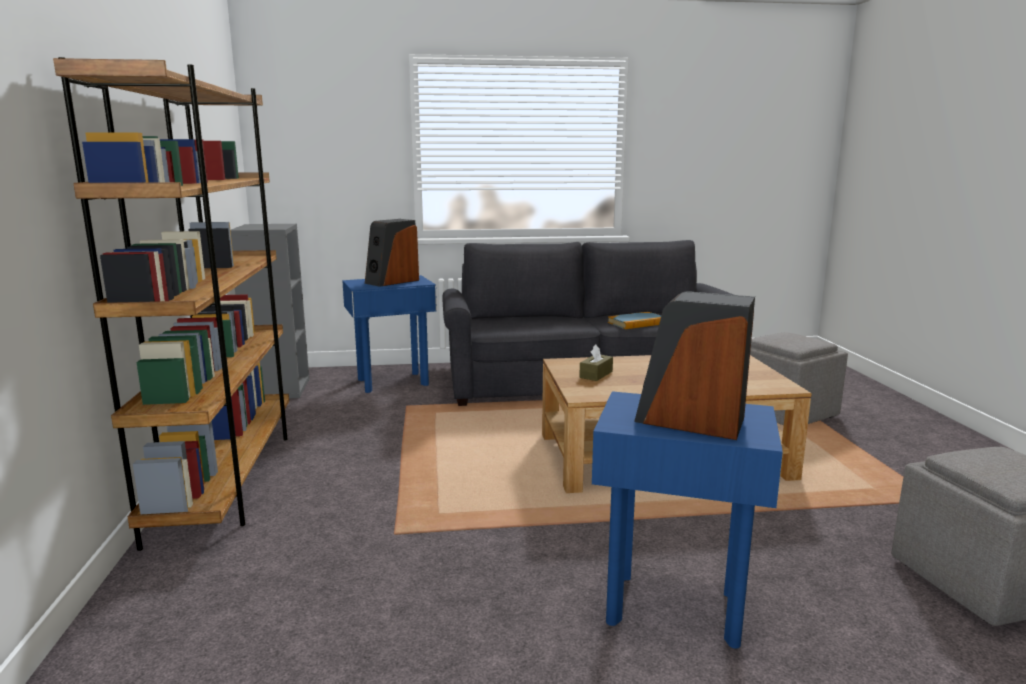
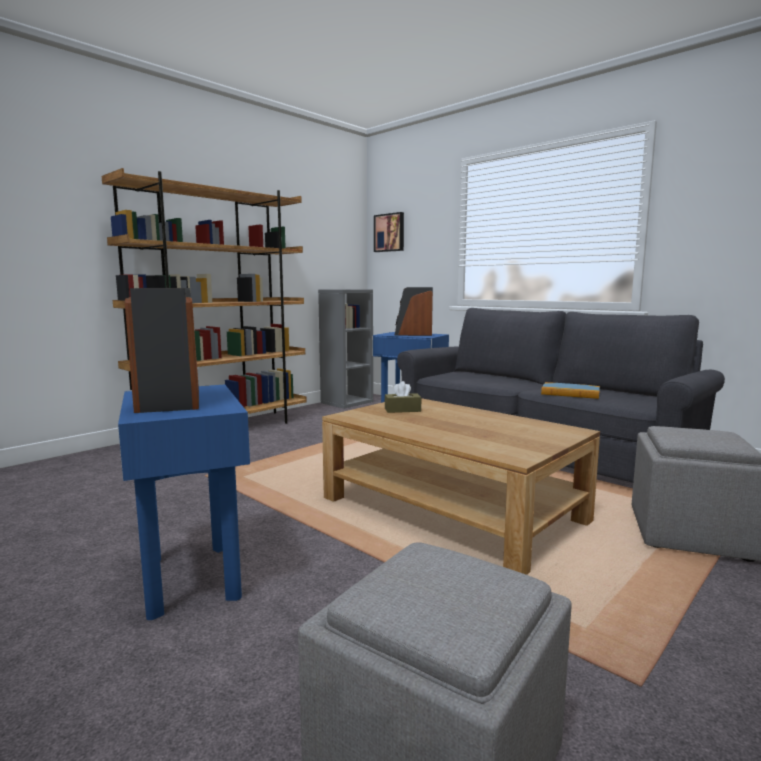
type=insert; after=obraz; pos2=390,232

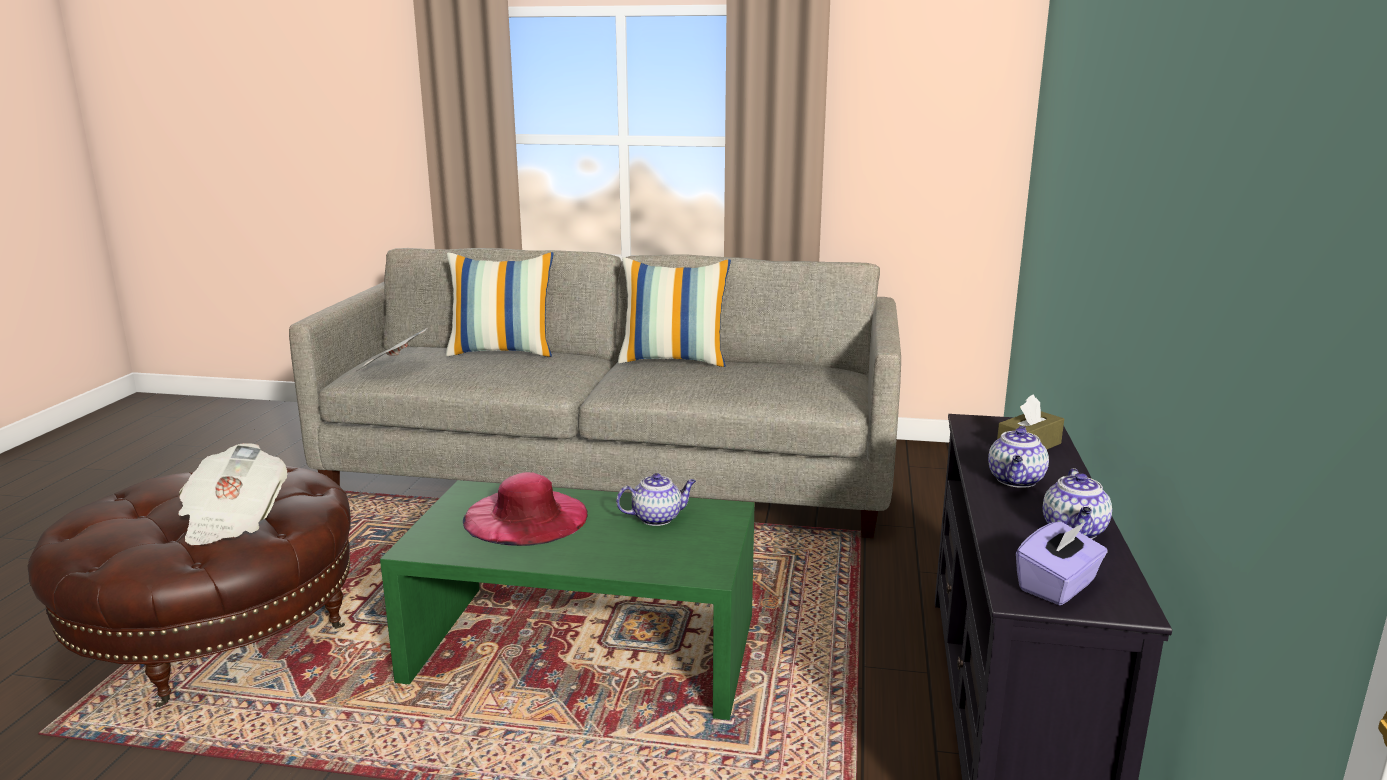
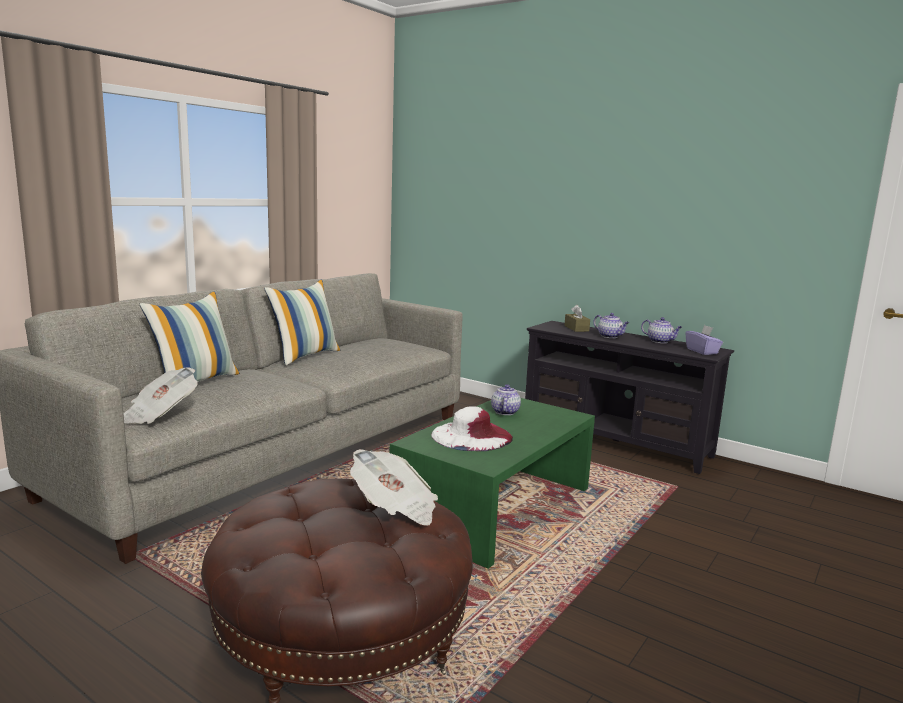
type=recolor; before=kapelusz (różowy); after=kapelusz (biały); pos1=526,516; pos2=471,435

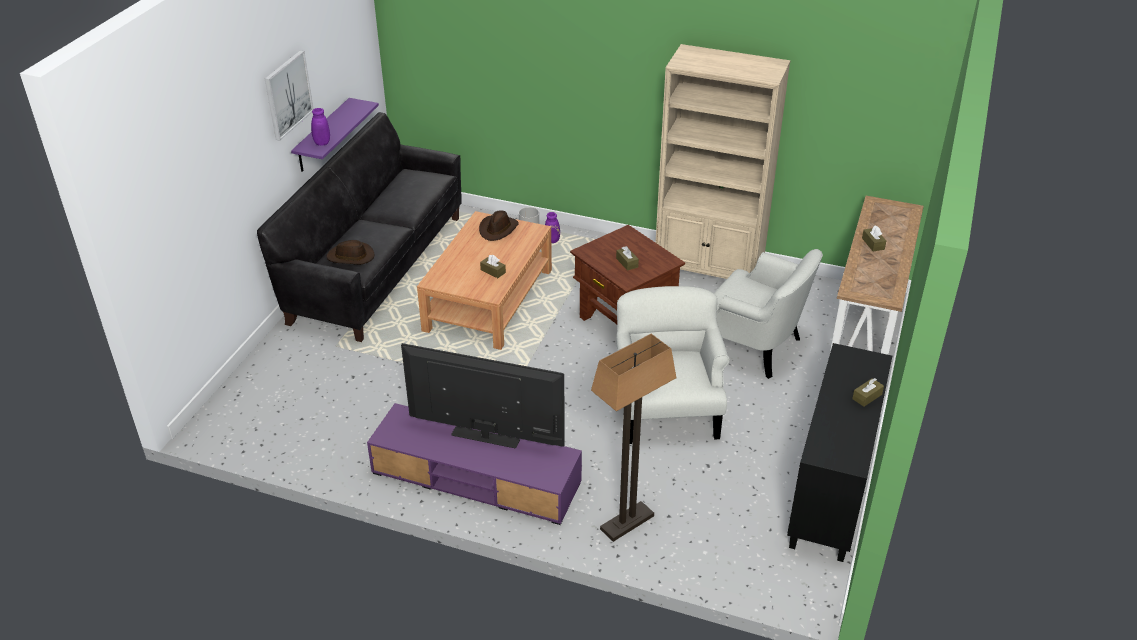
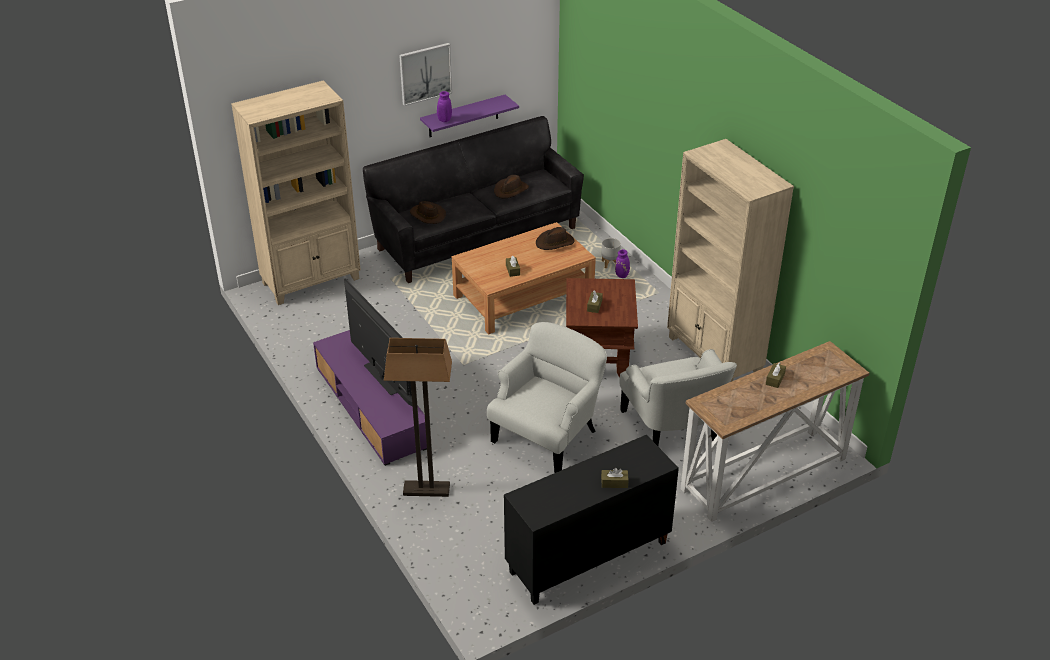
type=insert; after=regał (beżowy); pos2=312,281
type=insert; after=kapelusz (brązowy); pos2=511,190

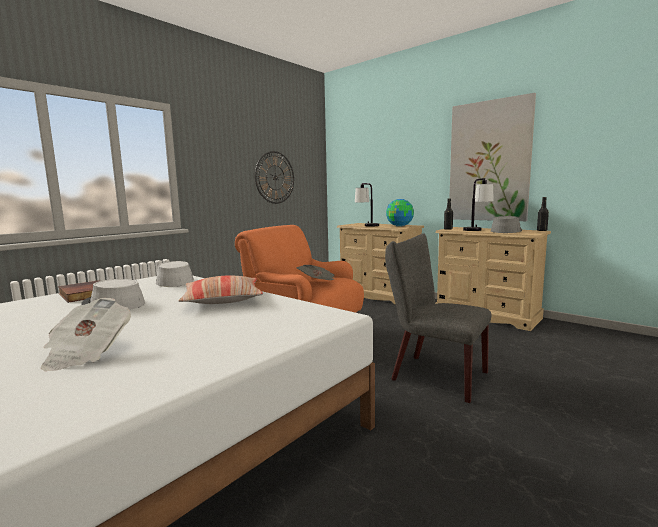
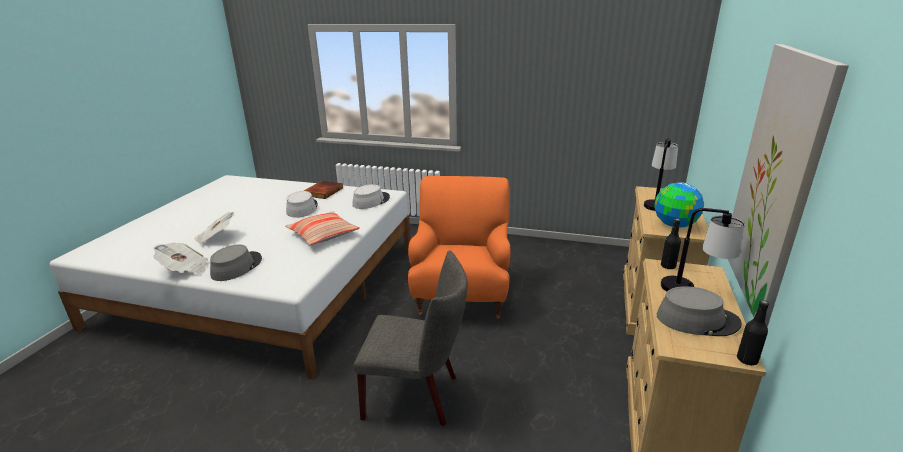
type=move; before=gazeta; pos1=318,283; pos2=185,269
type=insert; after=kapelusz (szary); pos2=236,267
type=rotate; before=krzesło (szary); pos1=433,375; pos2=417,396; turn=90
type=delete; before=zegar ścienny; pos1=275,177

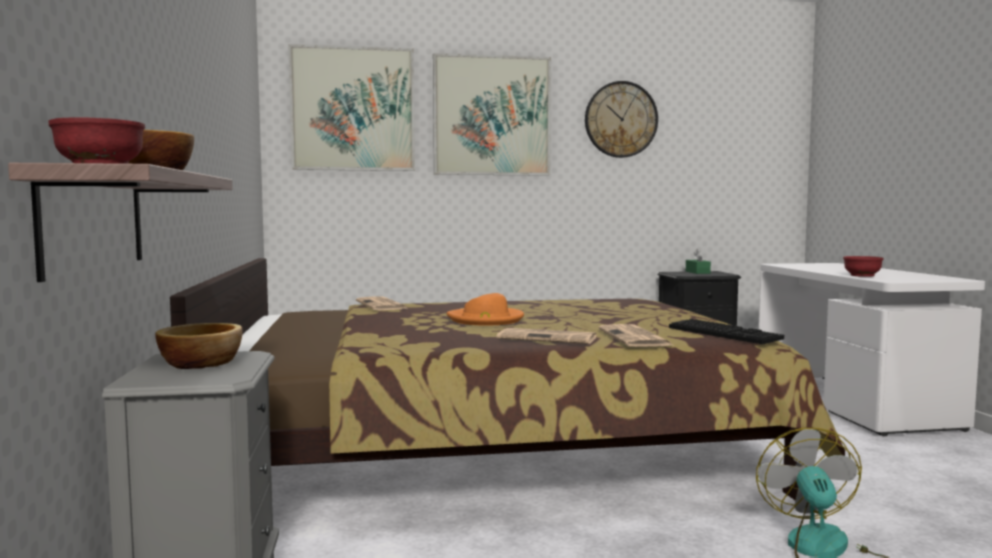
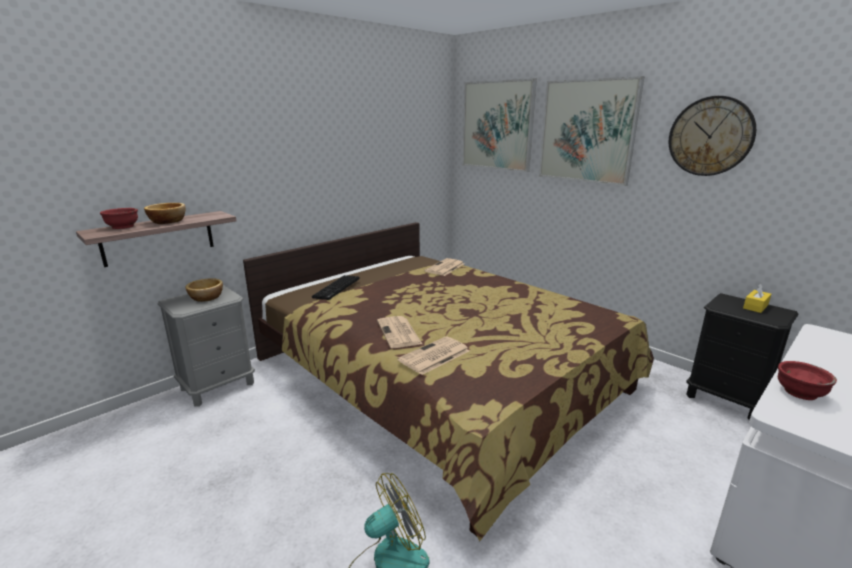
type=move; before=klawiatura; pos1=726,334; pos2=337,288
type=recolor; before=pudełko chusteczek (zielony); after=pudełko chusteczek (żółty); pos1=697,272; pos2=755,306
type=delete; before=kapelusz (pomarańczowy); pos1=486,320

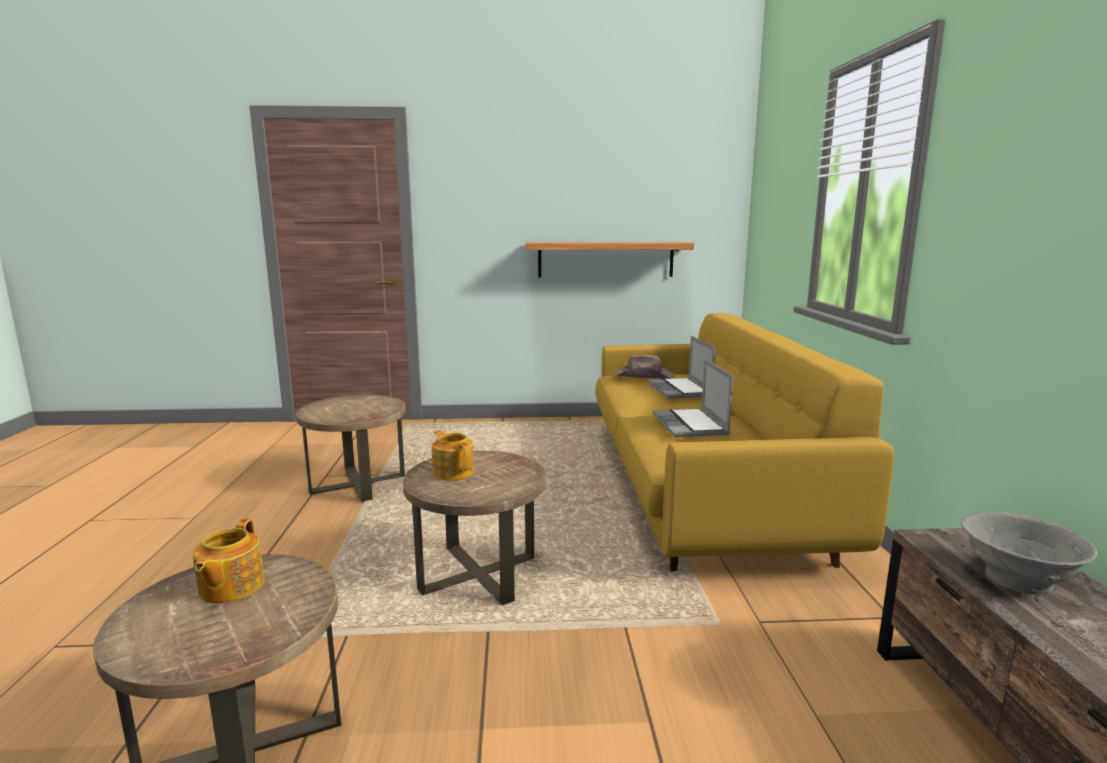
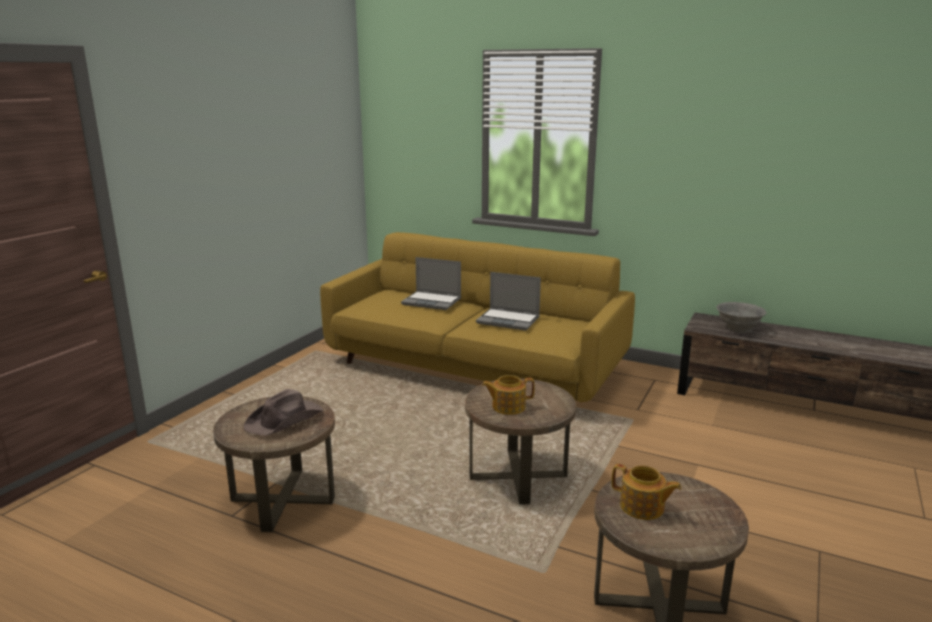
type=move; before=kapelusz (brązowy); pos1=644,376; pos2=285,420
type=delete; before=półka; pos1=606,259

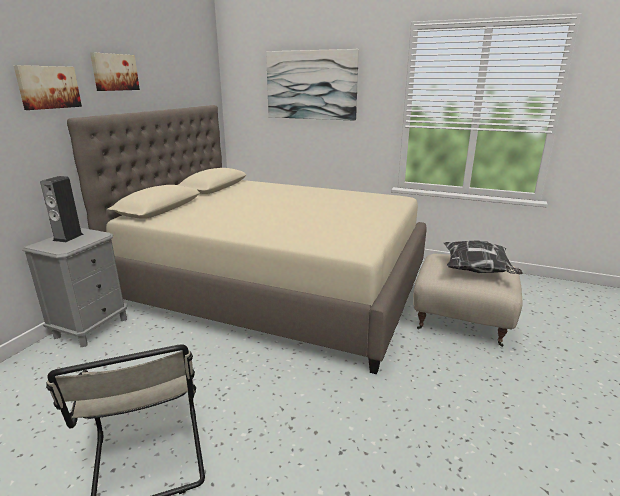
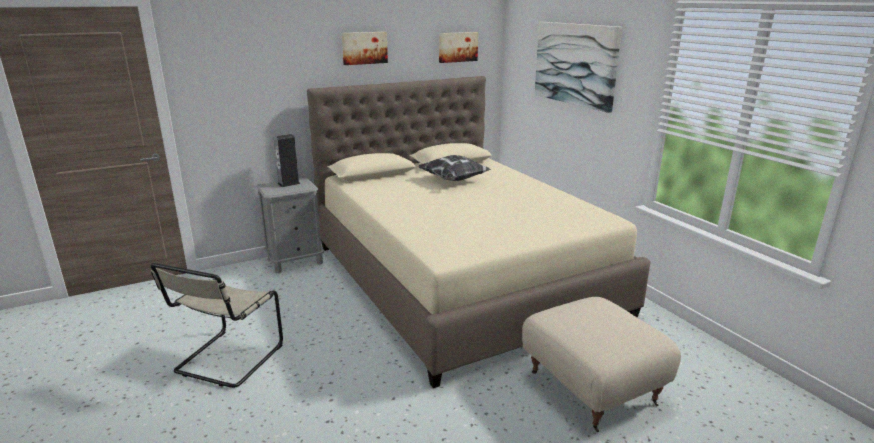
type=move; before=poduszka; pos1=477,271; pos2=453,181
type=move; before=obraz; pos1=48,87; pos2=457,47

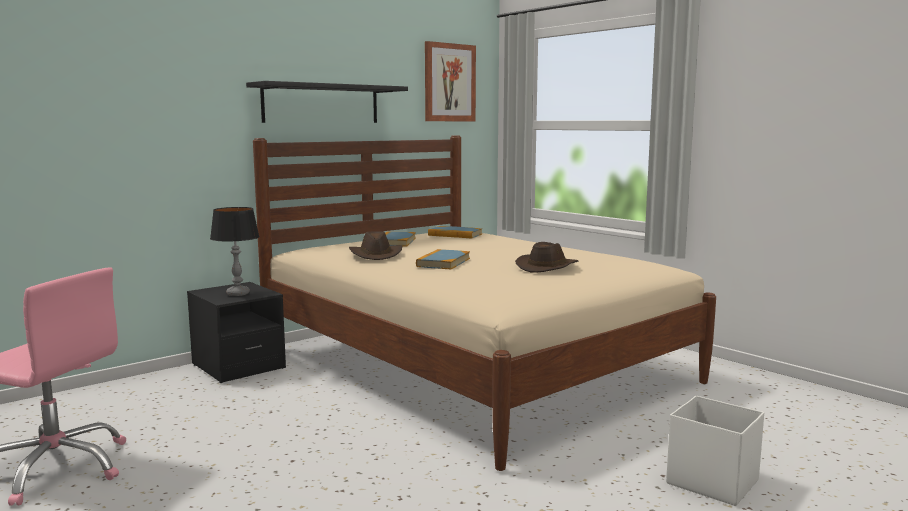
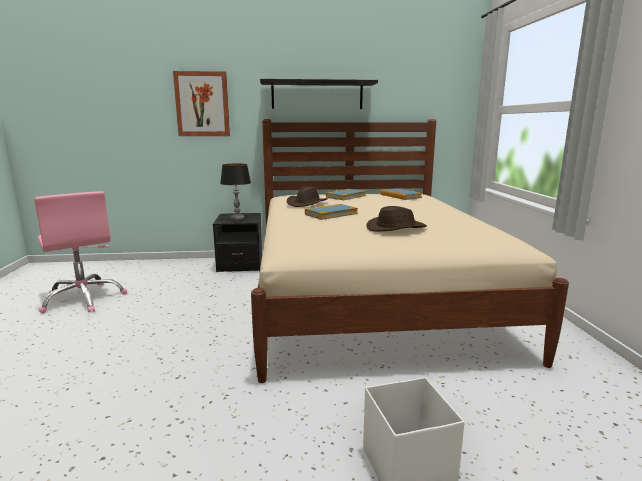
type=move; before=obraz; pos1=449,82; pos2=202,104

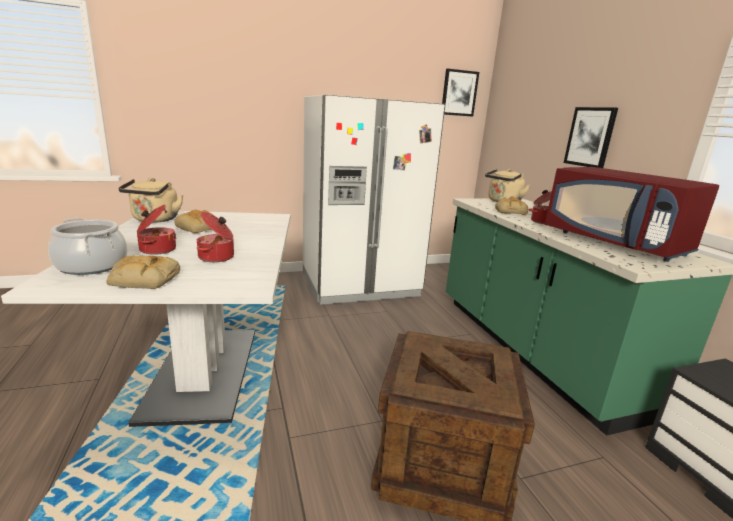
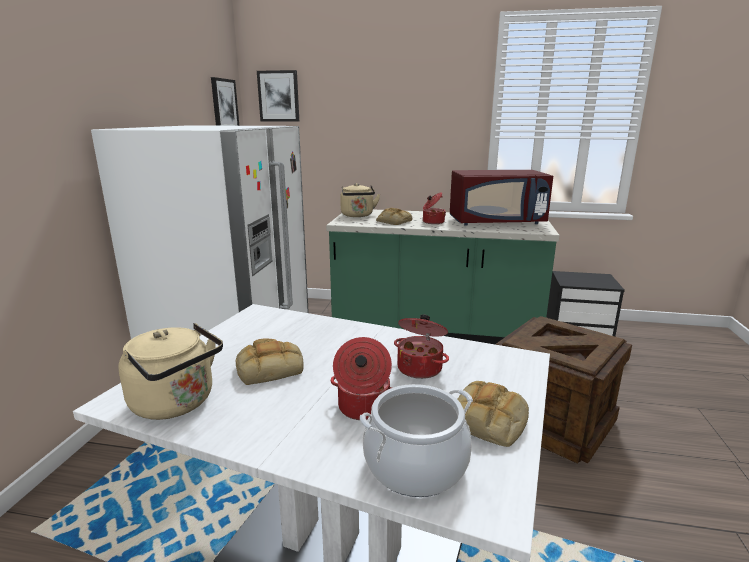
type=move; before=obraz; pos1=590,137; pos2=278,96

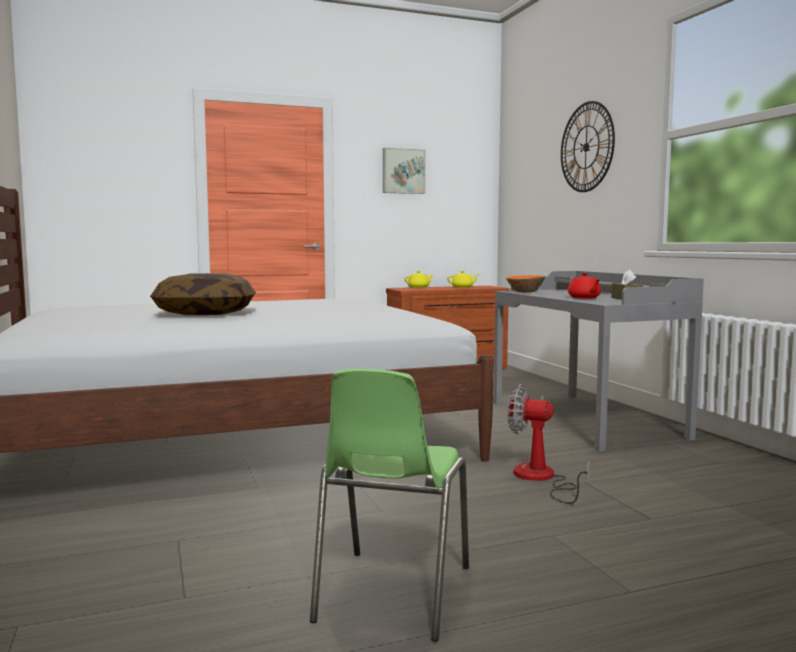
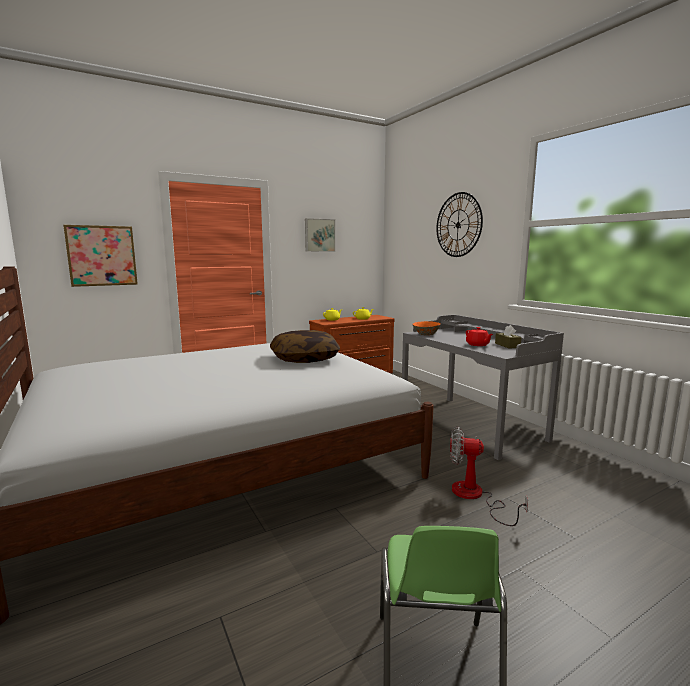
type=insert; after=obraz; pos2=102,256
type=move; before=poduszka; pos1=205,313; pos2=304,358

